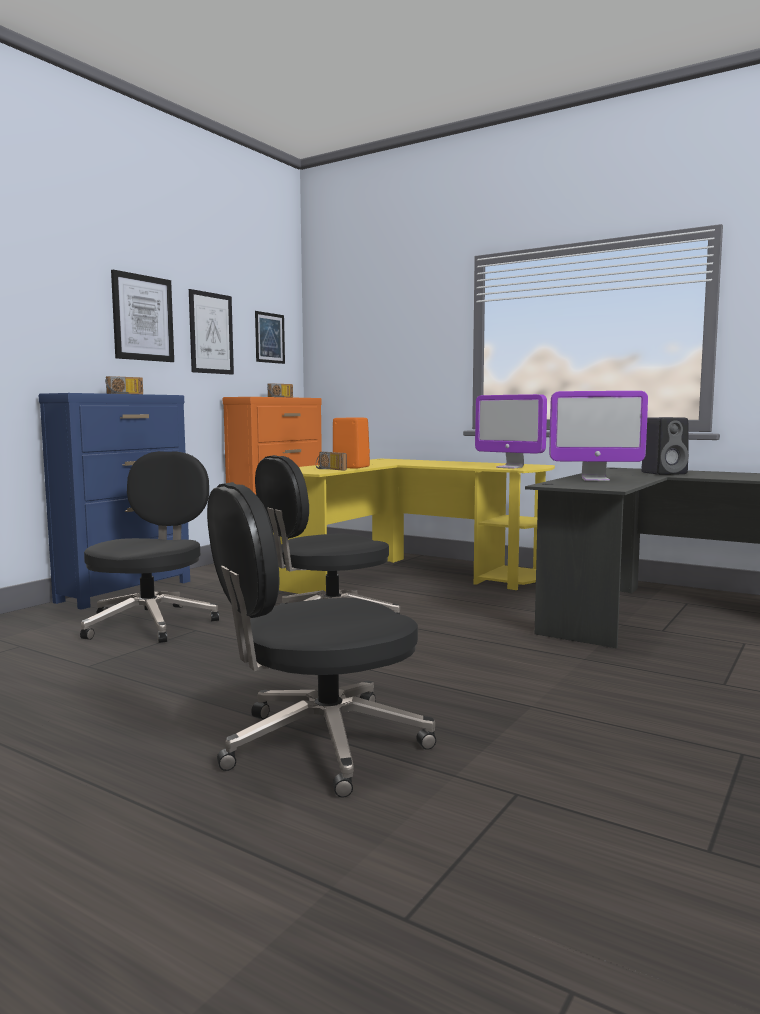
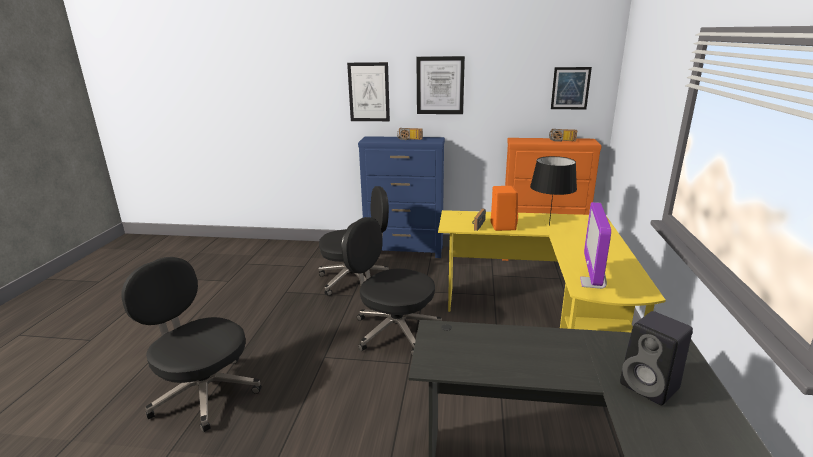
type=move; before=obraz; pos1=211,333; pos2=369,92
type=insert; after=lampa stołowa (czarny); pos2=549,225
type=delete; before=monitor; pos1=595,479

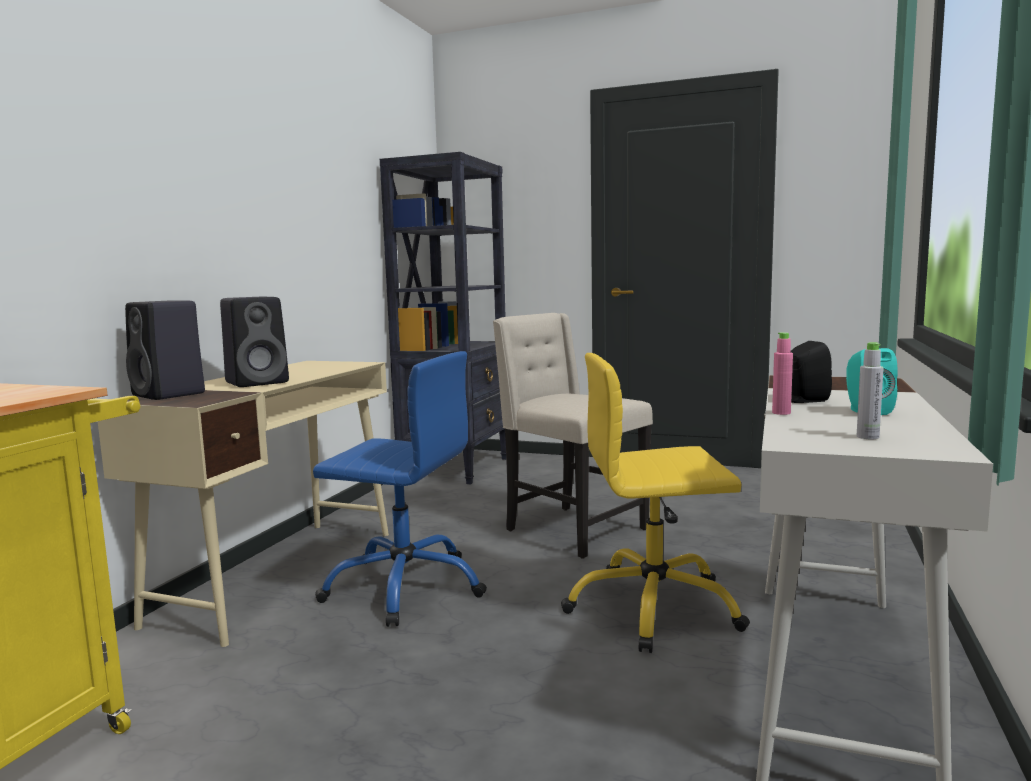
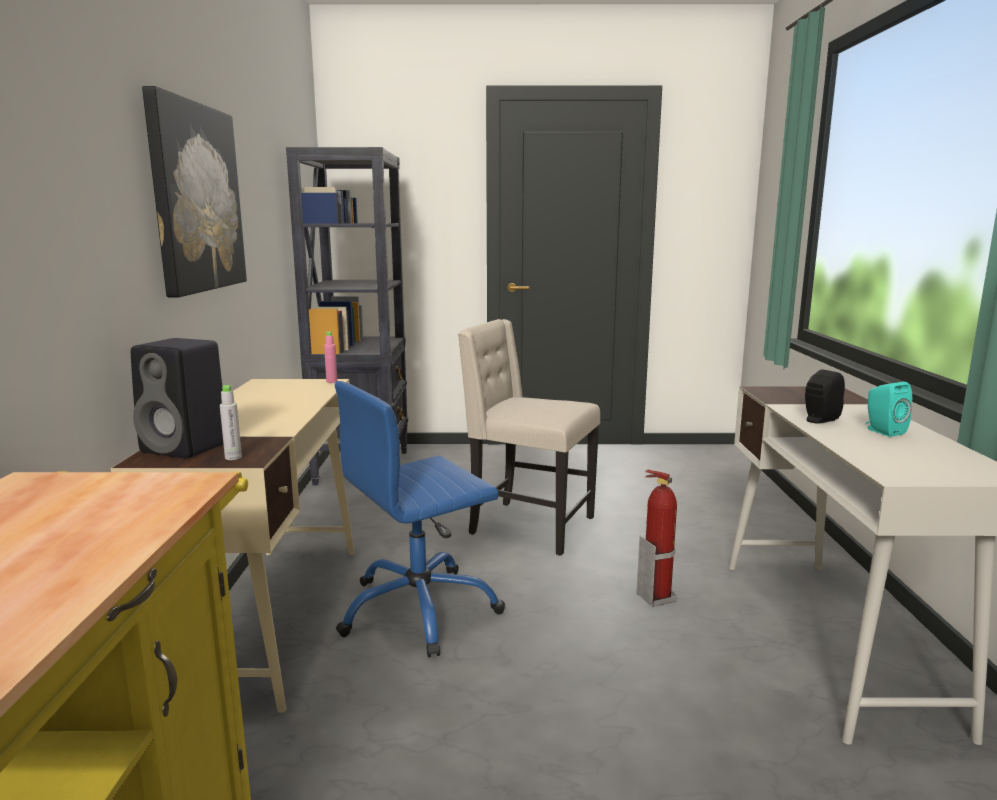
type=insert; after=obraz; pos2=195,198
type=move; before=butelka (szary); pos1=867,437; pos2=233,457
type=move; before=butelka (różowy); pos1=781,413; pos2=331,381
type=rotate; before=krzesło biurowe (niebieski); pos1=405,586; pos2=419,610; turn=150
type=replace; before=krzesło biurowe (żółty); after=gaśnica; pos1=653,608; pos2=656,597
type=delete; before=głośnik (czarny); pos1=259,382

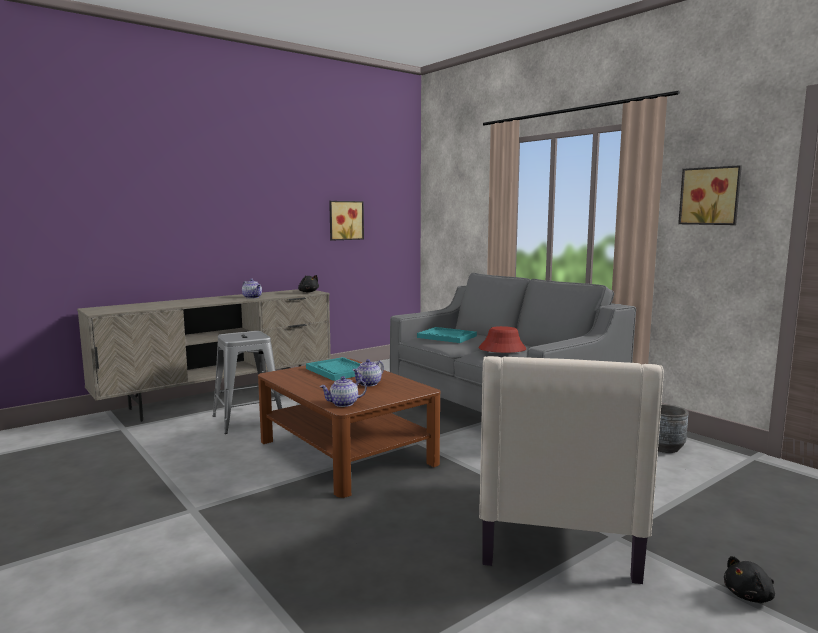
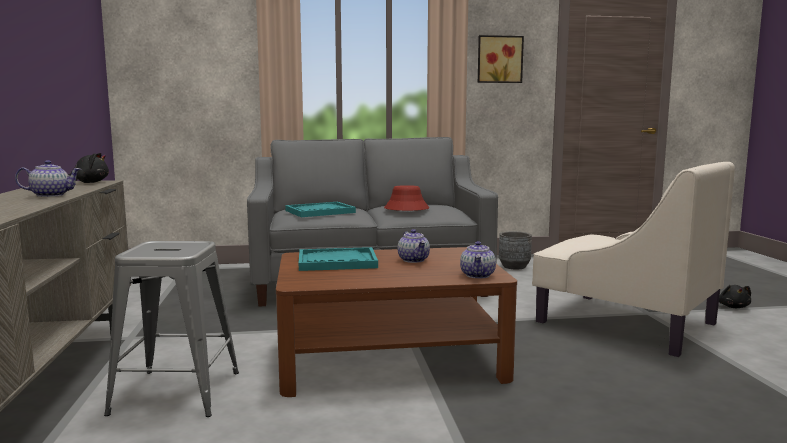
type=delete; before=obraz; pos1=345,220

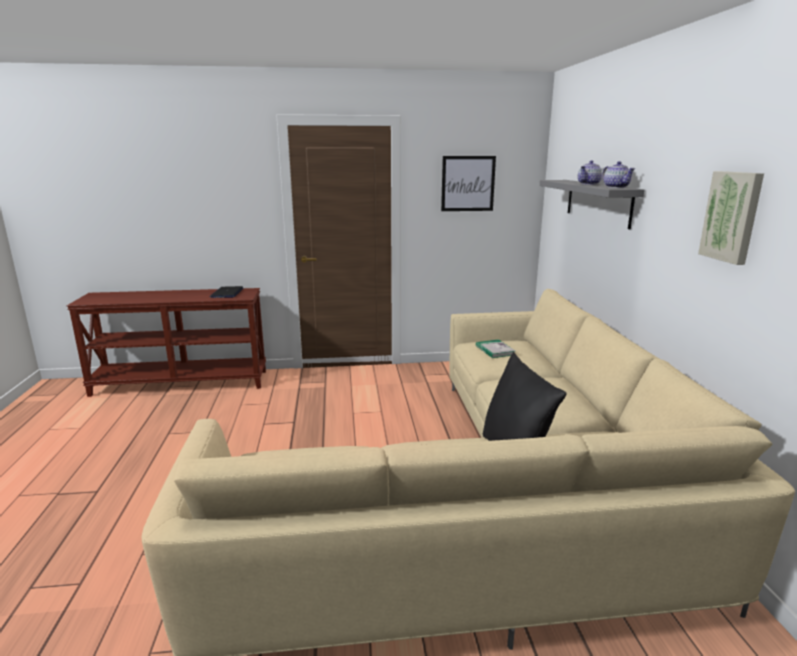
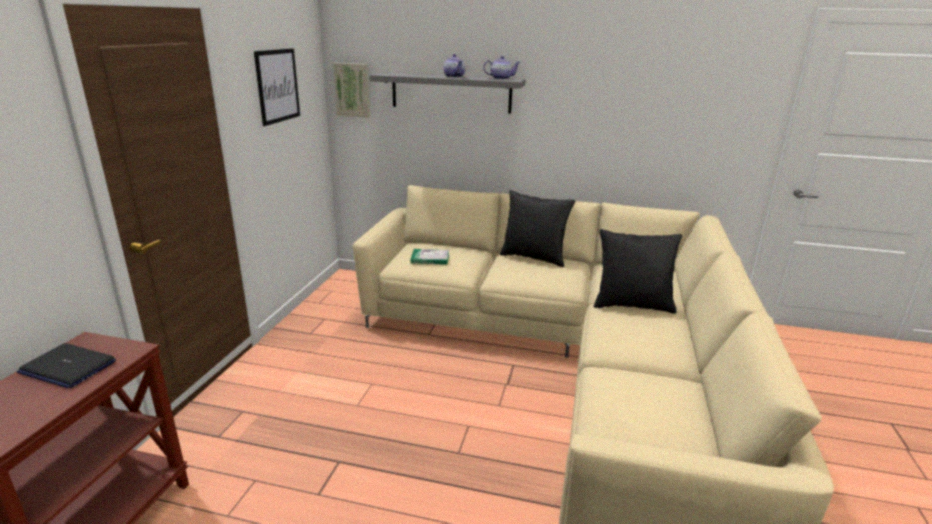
type=move; before=obraz; pos1=732,216; pos2=353,90
type=insert; after=poduszka (czarny); pos2=534,257

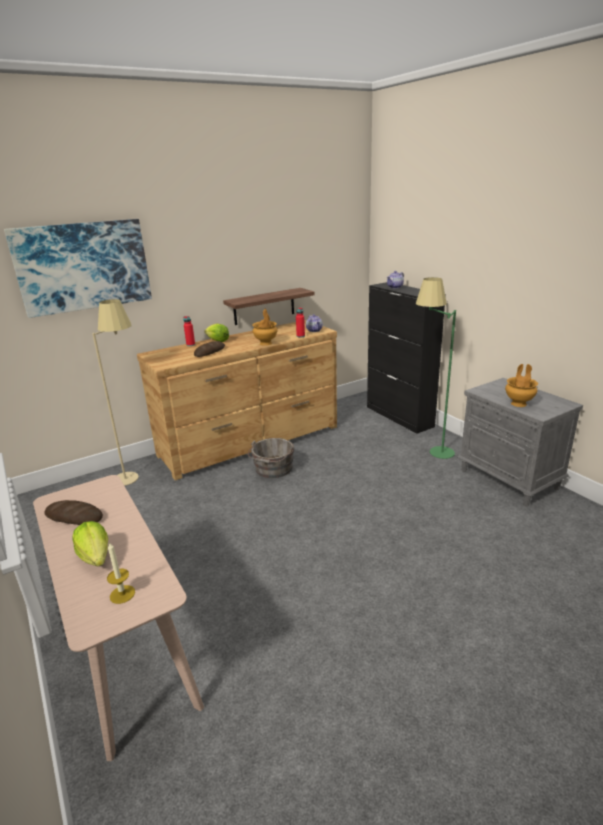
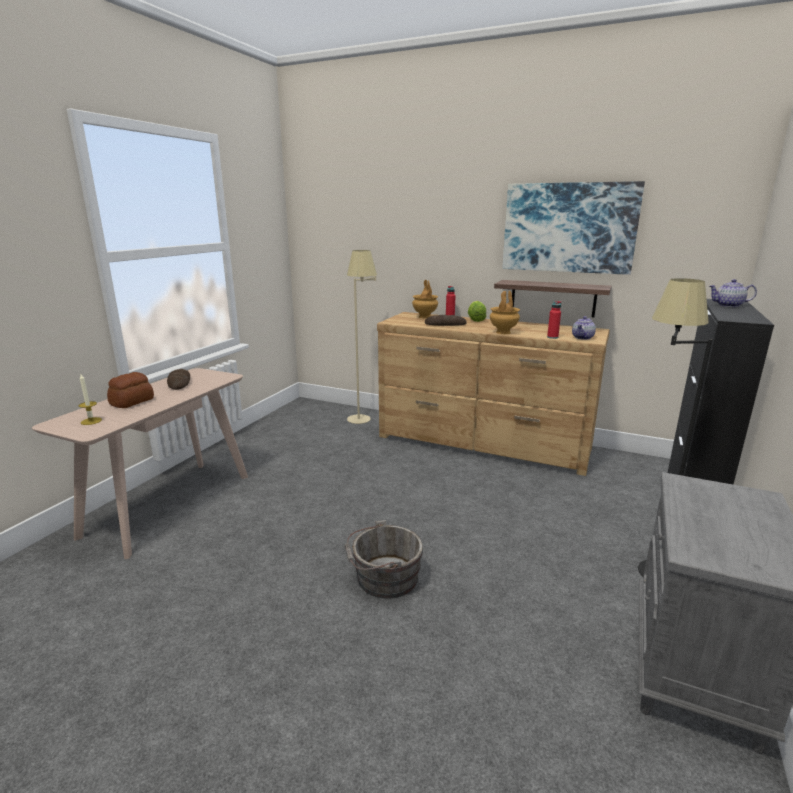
type=replace; before=sałata; after=chleb; pos1=96,557; pos2=133,402
type=move; before=wiadro (szary); pos1=273,469; pos2=383,578
type=move; before=wazon (brązowy); pos1=519,404; pos2=425,317
type=move; before=obraz; pos1=83,266; pos2=568,228
type=recolor; before=lampa stojąca (zielony); after=lampa stojąca (czarny); pos1=430,451; pos2=644,562

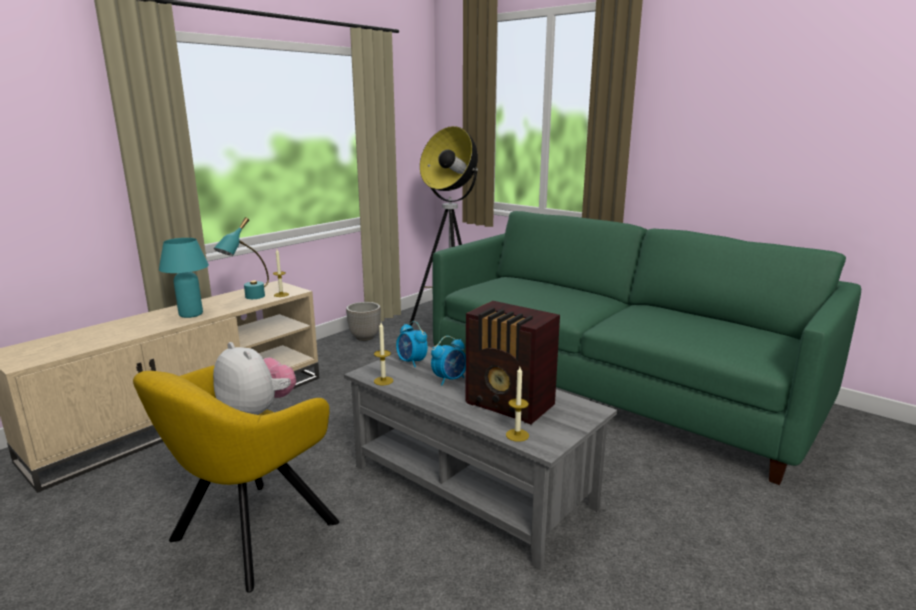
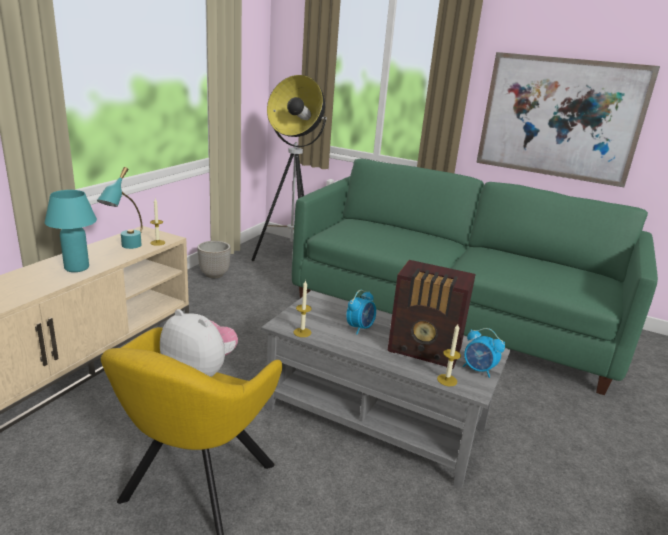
type=move; before=budzik; pos1=411,362; pos2=478,370
type=insert; after=obraz; pos2=559,118

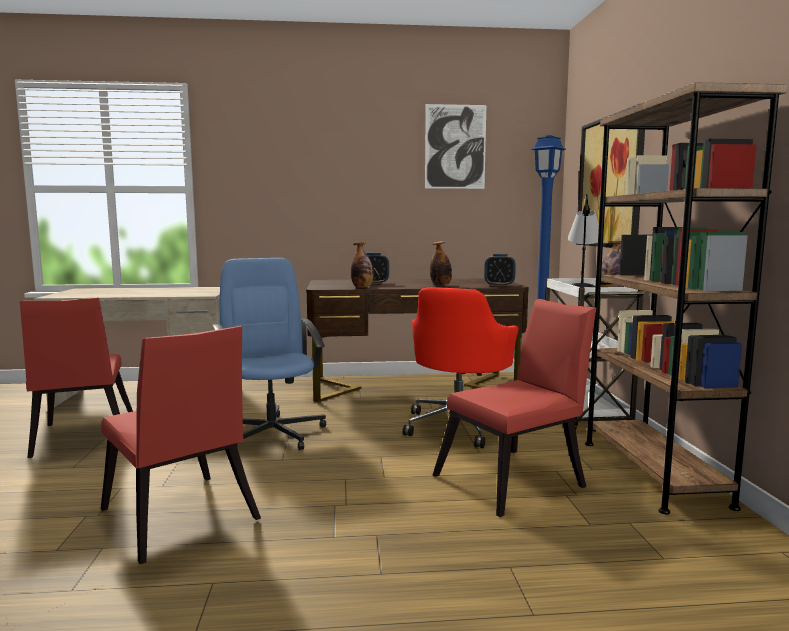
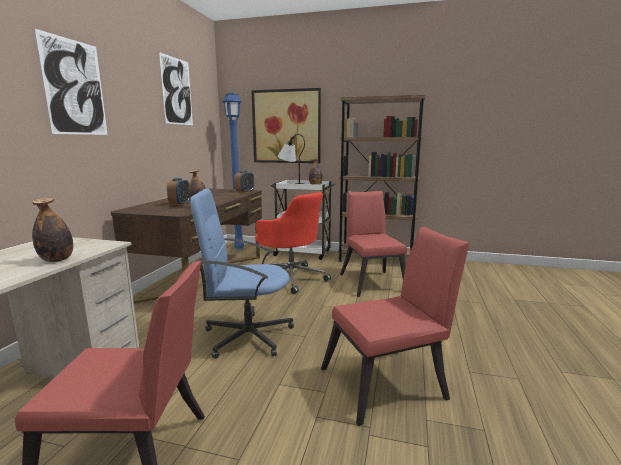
type=move; before=butelka; pos1=441,285; pos2=57,260
type=insert; after=obraz; pos2=75,87

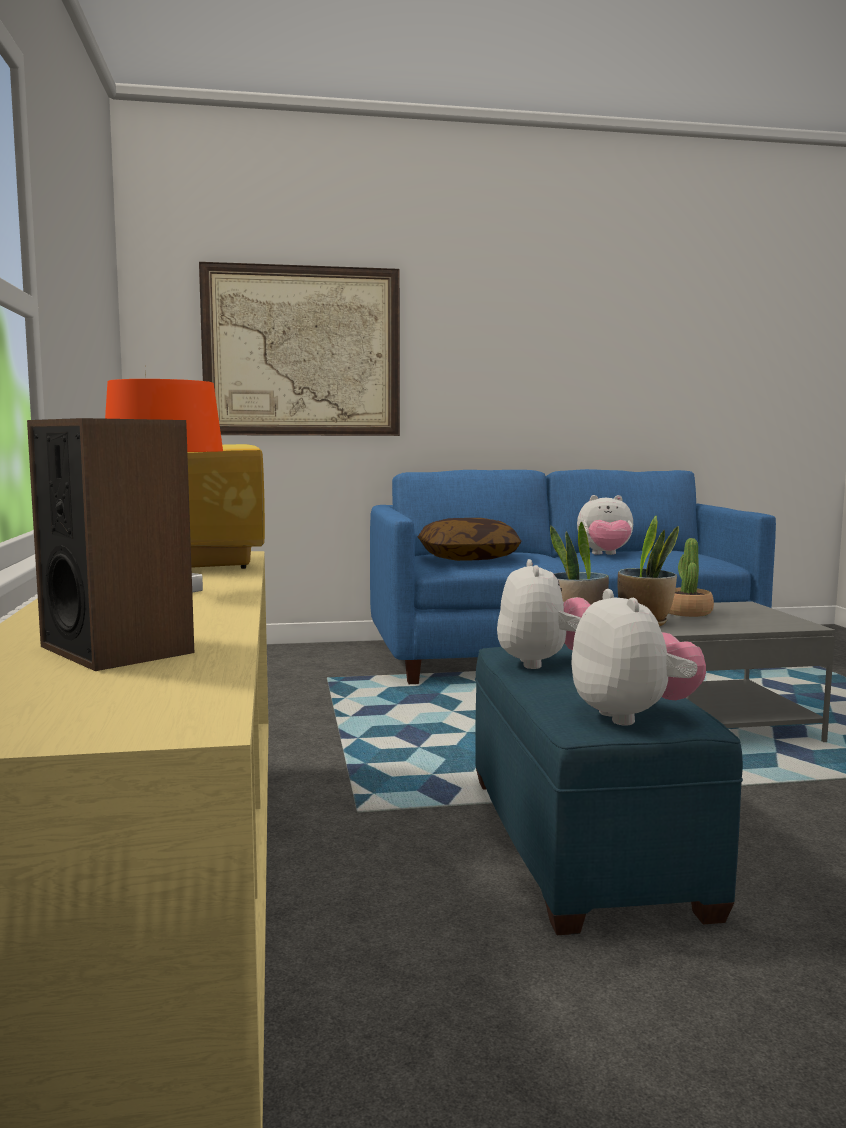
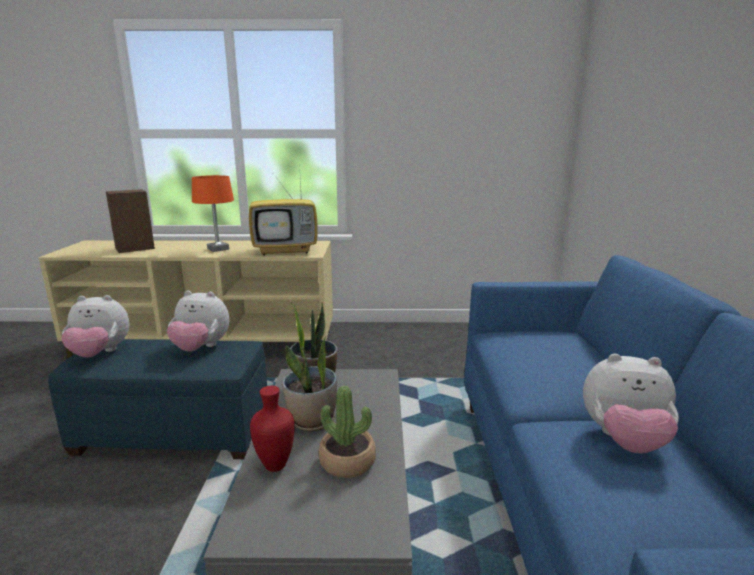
type=insert; after=wazon (czerwony); pos2=276,466
type=rotate; before=pluszak; pos1=605,555; pos2=623,440; turn=-90
type=delete; before=obraz; pos1=302,351
type=delete; before=poduszka; pos1=468,558

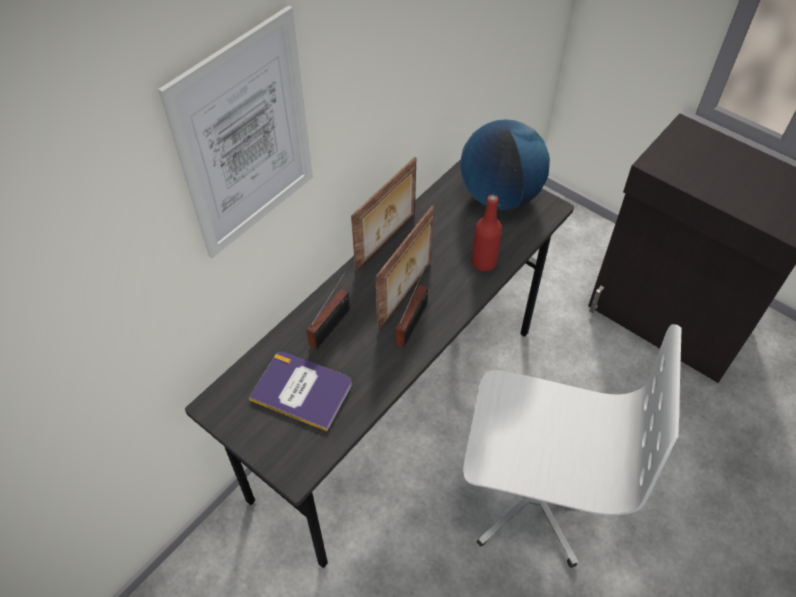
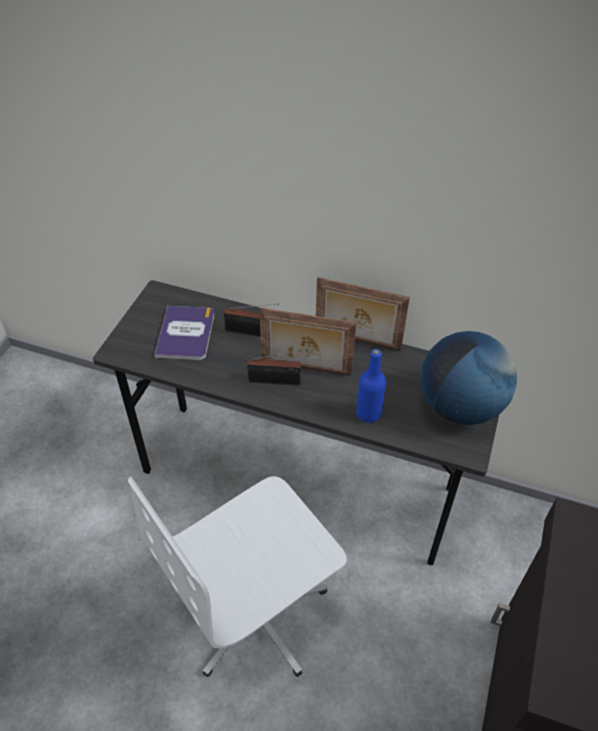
type=rotate; before=krzesło biurowe (biały); pos1=533,494; pos2=256,613; turn=60
type=recolor; before=butelka (czerwony); after=butelka (niebieski); pos1=483,262; pos2=368,413
type=delete; before=obraz; pos1=245,139

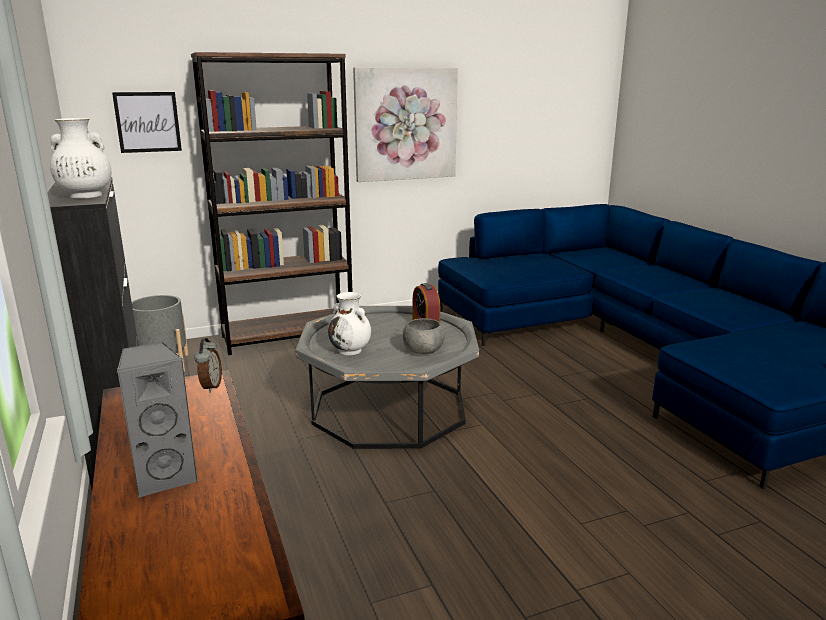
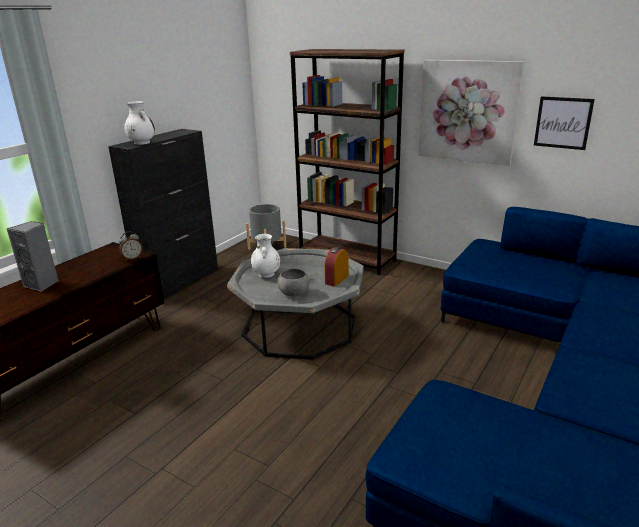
type=move; before=obraz; pos1=147,122; pos2=563,123

